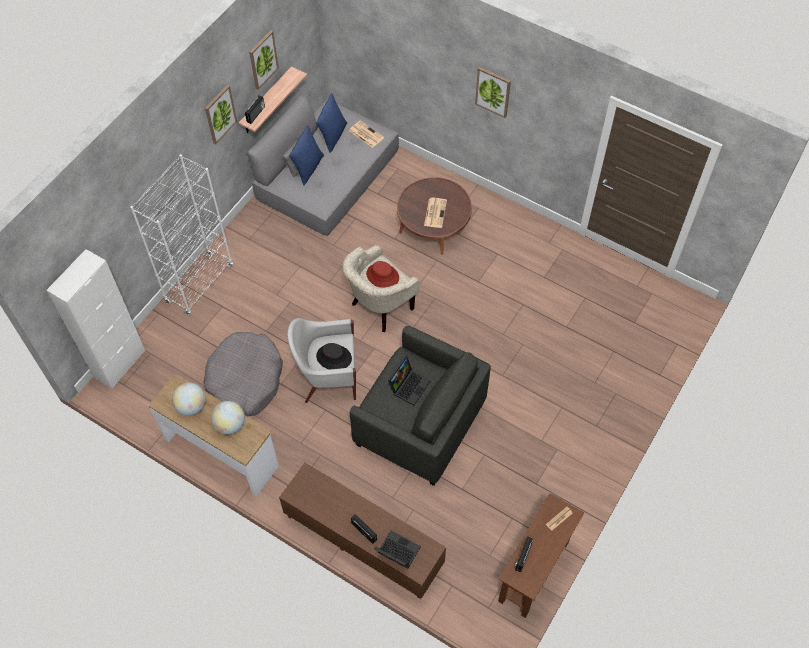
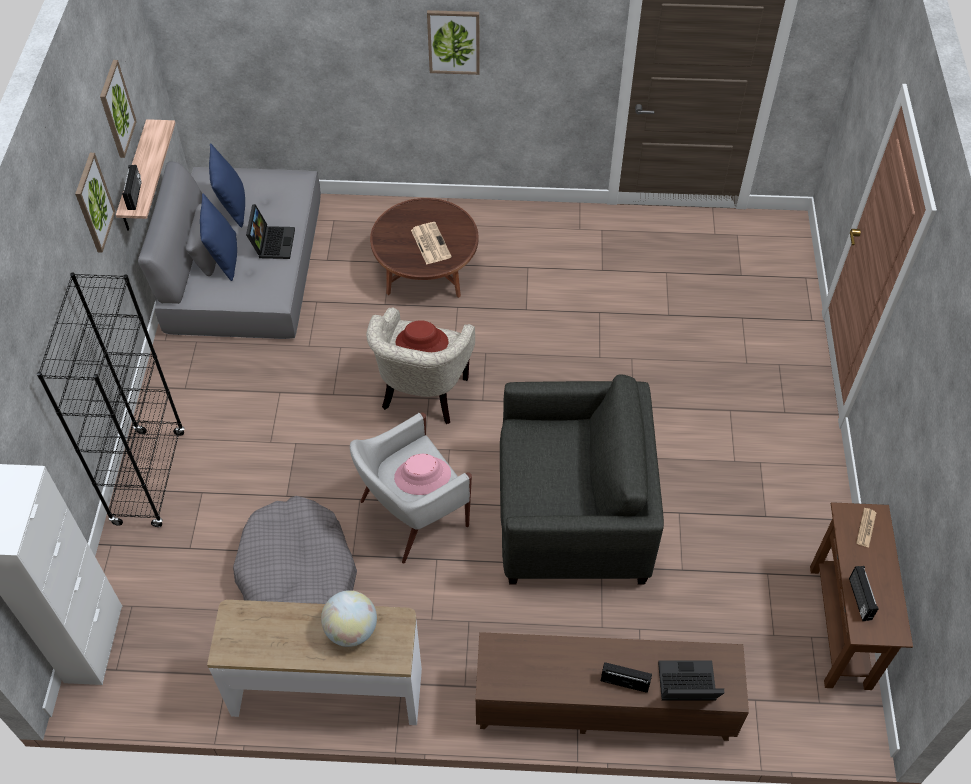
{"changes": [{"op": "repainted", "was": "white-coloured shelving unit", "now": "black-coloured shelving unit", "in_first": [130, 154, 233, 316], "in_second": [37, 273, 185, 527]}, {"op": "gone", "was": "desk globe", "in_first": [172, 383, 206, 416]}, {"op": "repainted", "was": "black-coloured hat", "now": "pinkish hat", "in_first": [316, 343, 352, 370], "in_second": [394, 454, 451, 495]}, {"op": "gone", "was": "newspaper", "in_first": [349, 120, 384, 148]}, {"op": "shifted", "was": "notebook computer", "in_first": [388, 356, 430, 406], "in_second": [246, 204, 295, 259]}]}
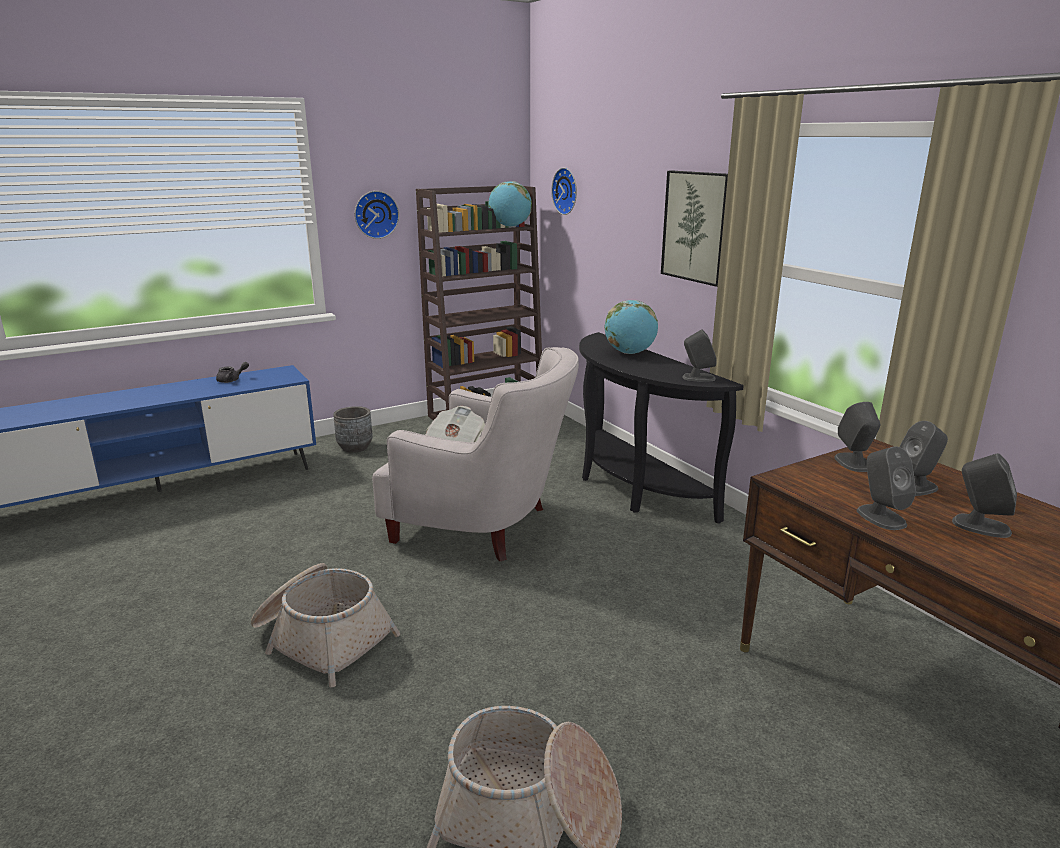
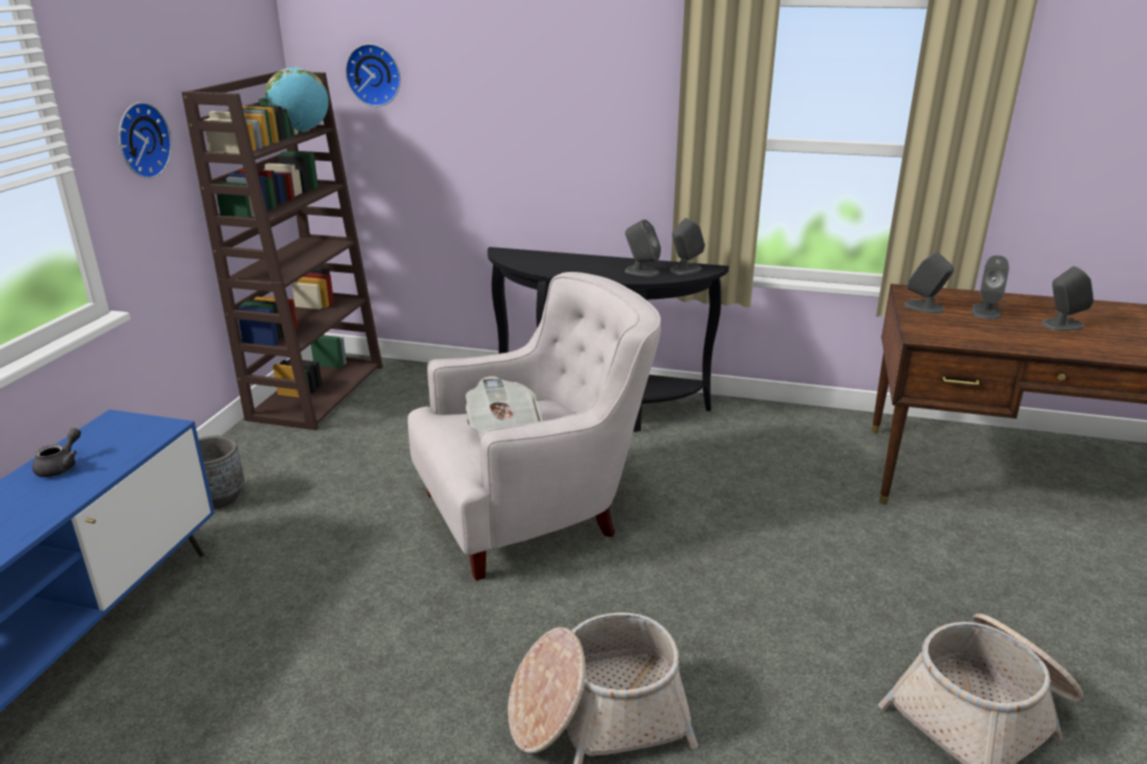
{"changes": [{"op": "gone", "was": "desk globe", "in_first": [605, 300, 658, 354]}, {"op": "gone", "was": "wall art", "in_first": [661, 171, 728, 287]}, {"op": "shifted", "was": "gray audio speaker", "in_first": [857, 446, 916, 530], "in_second": [625, 219, 661, 277]}]}
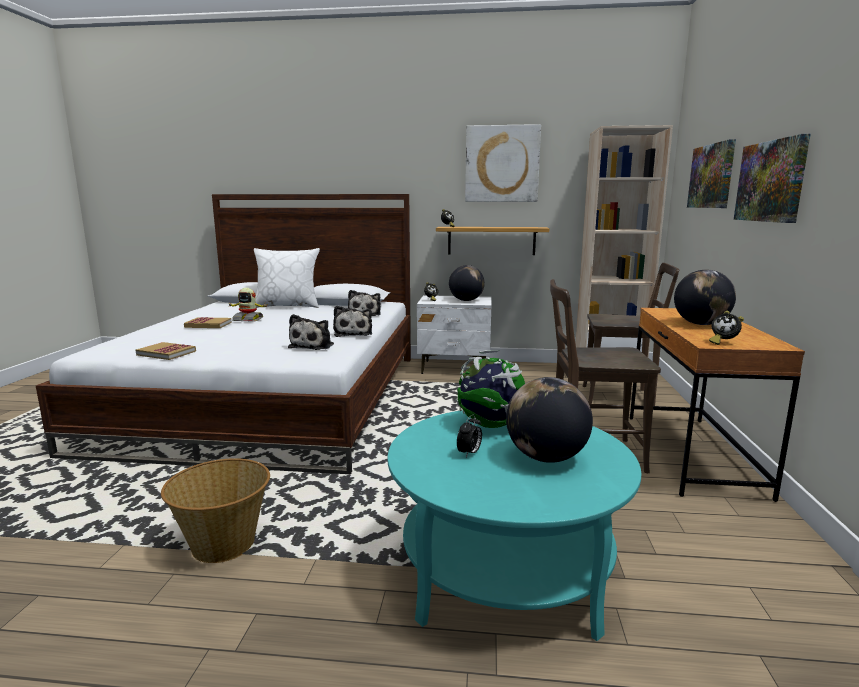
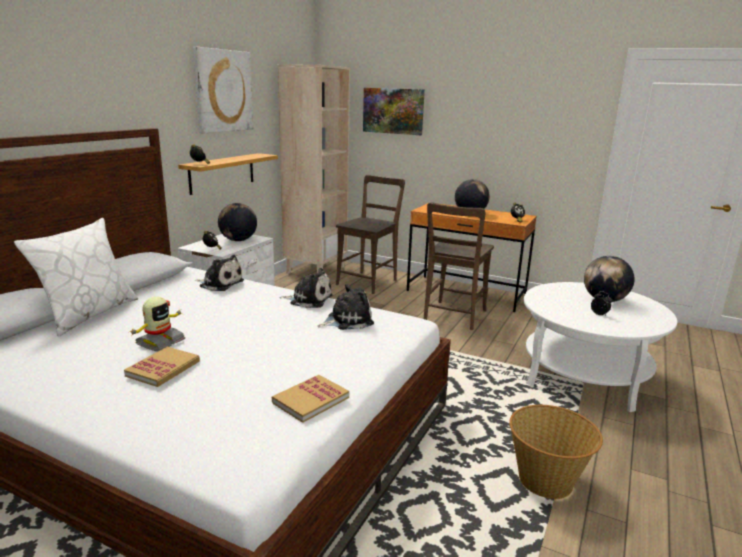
{"changes": [{"op": "rotated", "was": "soft toy", "in_first": [288, 314, 334, 350], "in_second": [317, 284, 374, 330], "clockwise": -60}, {"op": "repainted", "was": "blue-green coffee table", "now": "white-coloured coffee table", "in_first": [388, 410, 641, 641], "in_second": [524, 282, 677, 412]}, {"op": "gone", "was": "desk globe", "in_first": [456, 350, 525, 428]}, {"op": "gone", "was": "wall art", "in_first": [734, 134, 811, 223]}]}
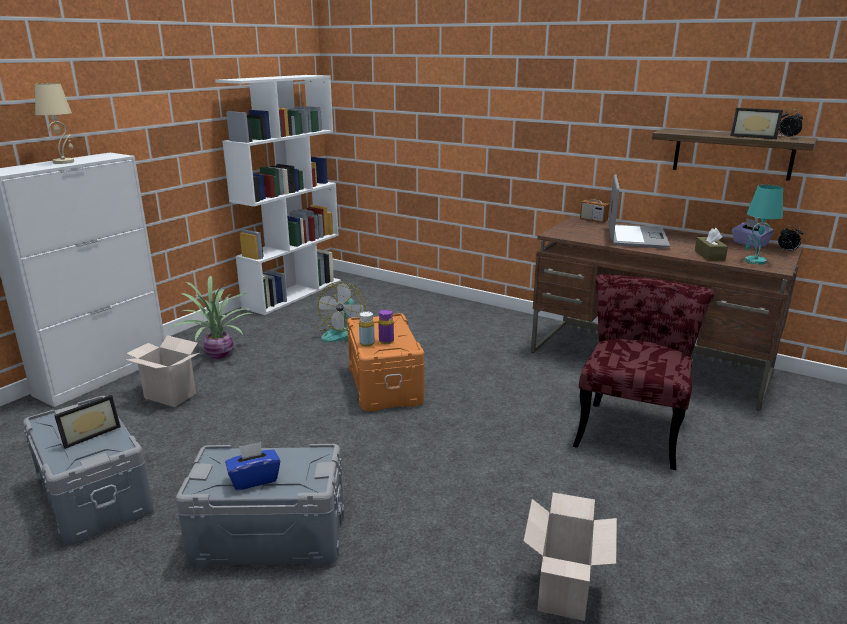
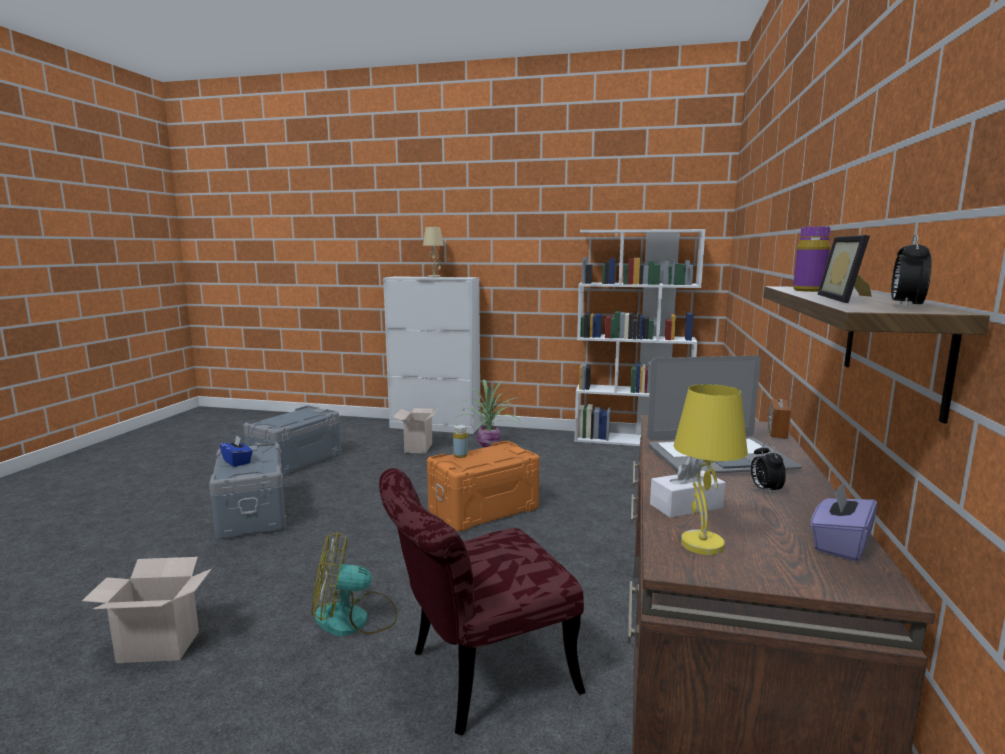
{"changes": [{"op": "gone", "was": "picture frame", "in_first": [54, 395, 121, 449]}, {"op": "shifted", "was": "fan", "in_first": [318, 282, 366, 342], "in_second": [312, 532, 398, 636]}, {"op": "shifted", "was": "purple-coloured drink bottle", "in_first": [378, 310, 394, 344], "in_second": [793, 227, 830, 292]}, {"op": "rotated", "was": "red plain chair", "in_first": [573, 274, 715, 470], "in_second": [379, 468, 586, 736], "clockwise": 150}, {"op": "repainted", "was": "brownish tissue holder", "now": "white-coloured tissue holder", "in_first": [695, 228, 728, 261], "in_second": [650, 457, 725, 518]}, {"op": "repainted", "was": "blue-green table lamp", "now": "yellowish table lamp", "in_first": [745, 185, 783, 264], "in_second": [674, 384, 748, 555]}, {"op": "shifted", "was": "bedside clock", "in_first": [778, 225, 803, 251], "in_second": [751, 442, 786, 494]}]}
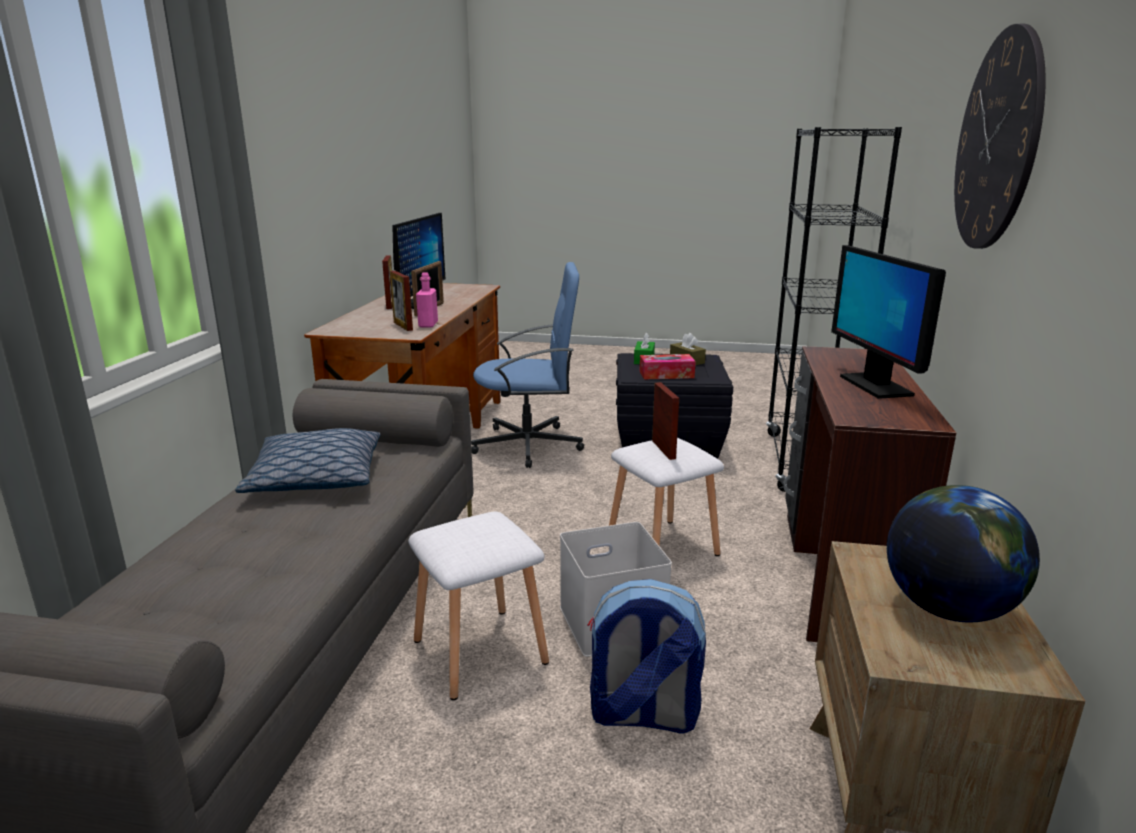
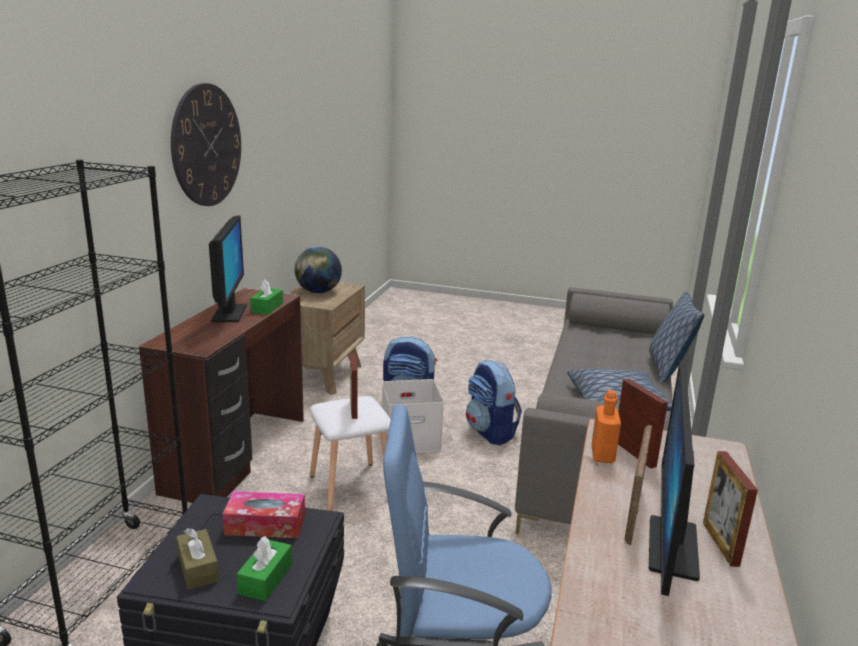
{"changes": [{"op": "swapped", "was": "white-coloured stool seat", "now": "knapsack", "in_first": [408, 512, 549, 700], "in_second": [466, 360, 522, 445]}, {"op": "repainted", "was": "pinkish drink bottle", "now": "orange-coloured drink bottle", "in_first": [416, 272, 438, 327], "in_second": [591, 390, 621, 463]}, {"op": "new", "now": "green-coloured tissue holder", "in_second": [250, 279, 283, 315]}, {"op": "new", "now": "throw pillow", "in_second": [649, 291, 704, 383]}]}
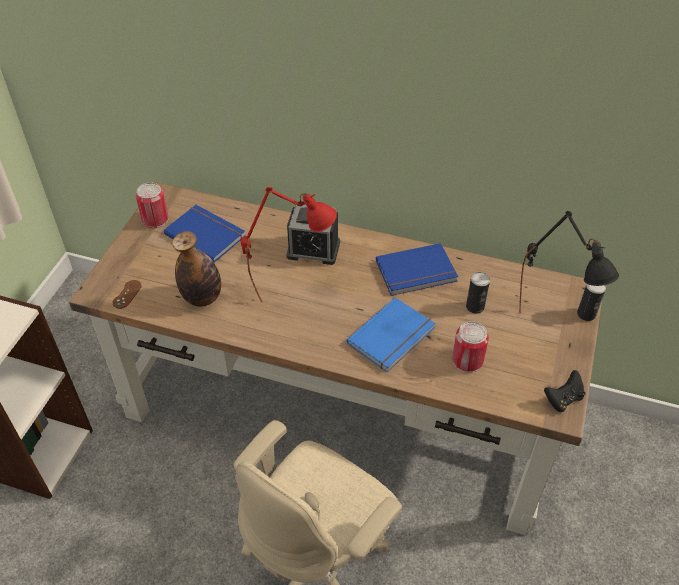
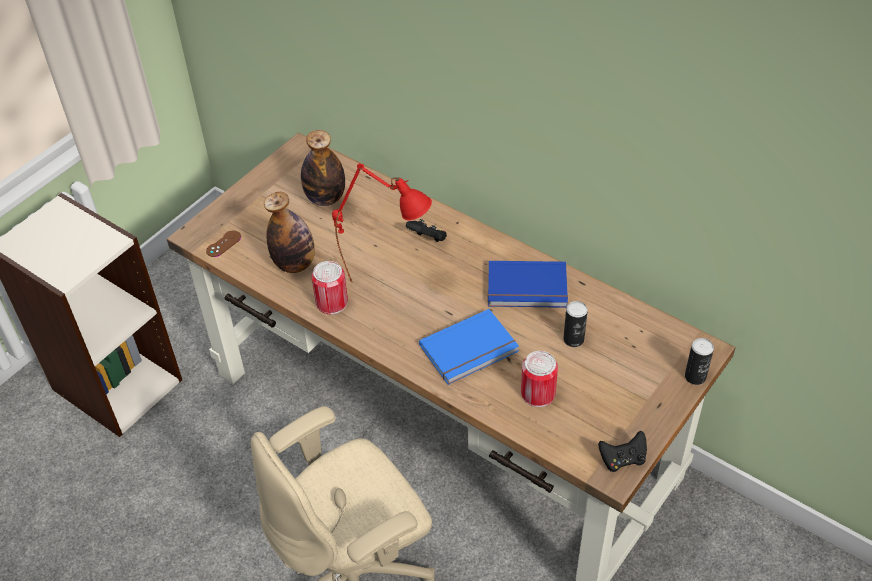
{"changes": [{"op": "shifted", "was": "sealed can", "in_first": [136, 182, 169, 228], "in_second": [312, 261, 348, 314]}, {"op": "swapped", "was": "blue book", "now": "drink bottle", "in_first": [164, 205, 246, 263], "in_second": [301, 130, 345, 206]}, {"op": "swapped", "was": "bedside clock", "now": "black-coloured joypad", "in_first": [286, 205, 340, 265], "in_second": [406, 219, 447, 242]}, {"op": "gone", "was": "black-coloured table lamp", "in_first": [519, 211, 619, 313]}]}
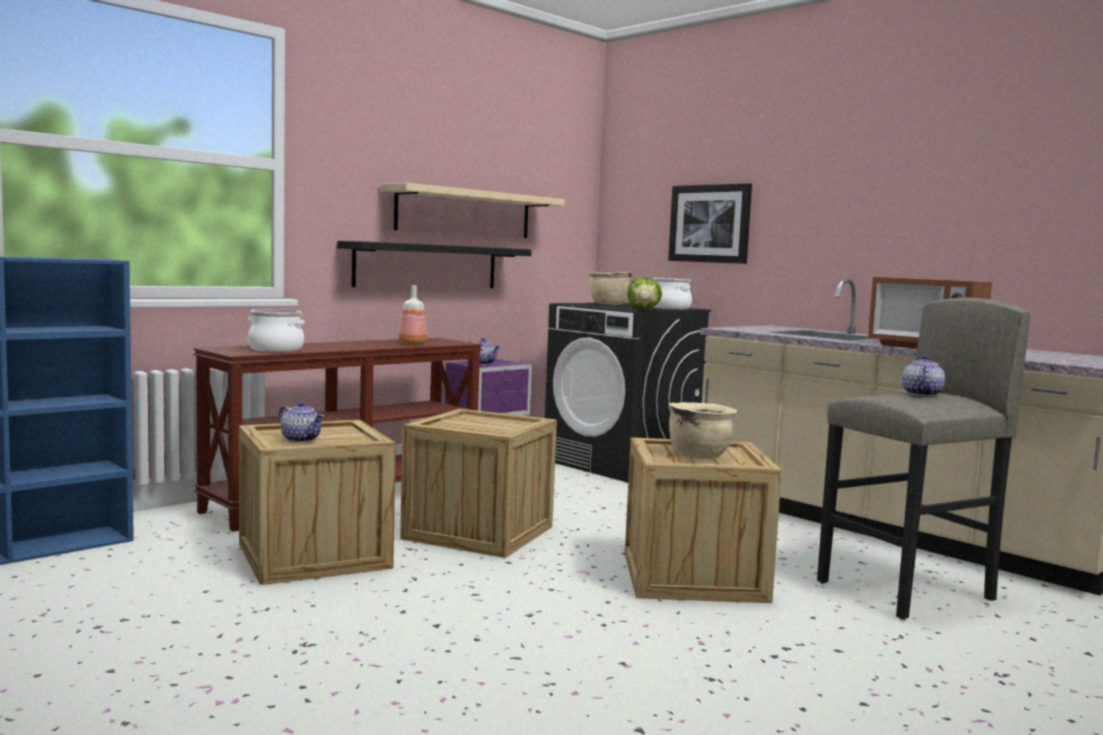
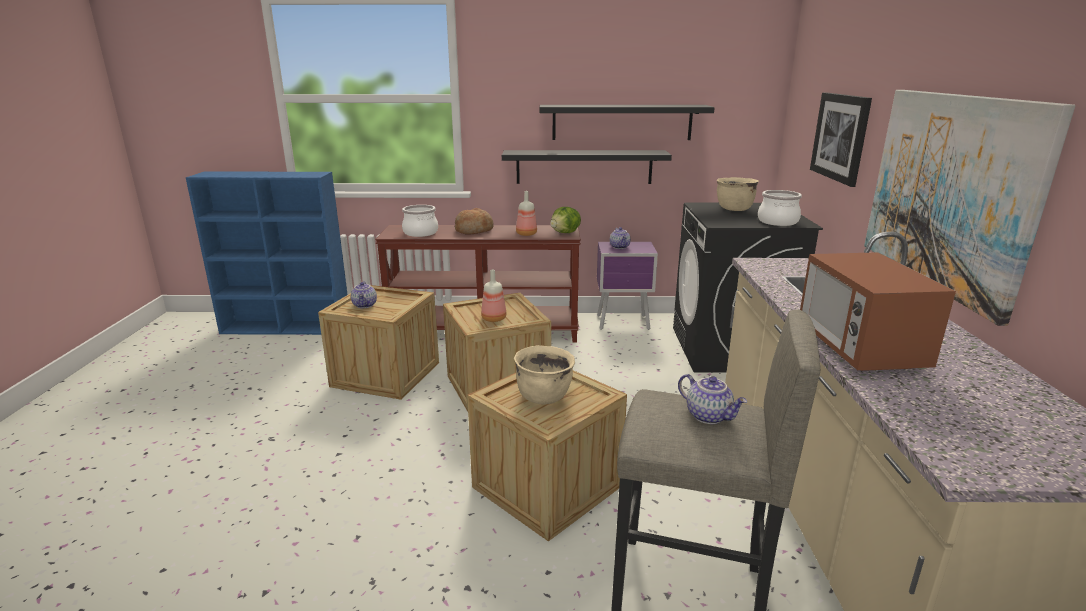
{"changes": [{"op": "repainted", "was": "beige bracket shelf", "now": "black-coloured bracket shelf", "in_first": [381, 183, 565, 238], "in_second": [539, 105, 715, 140]}, {"op": "shifted", "was": "head of lettuce", "in_first": [627, 277, 662, 310], "in_second": [550, 207, 581, 233]}, {"op": "rotated", "was": "pot for tea", "in_first": [902, 355, 945, 396], "in_second": [678, 374, 747, 424], "clockwise": 75}, {"op": "new", "now": "bakery bread", "in_second": [455, 208, 494, 235]}, {"op": "new", "now": "drink bottle", "in_second": [481, 270, 506, 322]}, {"op": "new", "now": "wall art", "in_second": [864, 90, 1075, 326]}]}
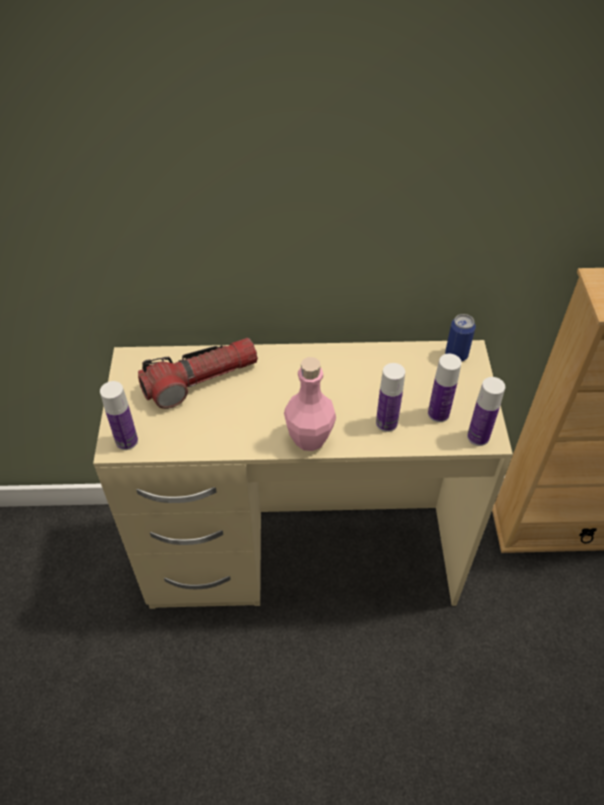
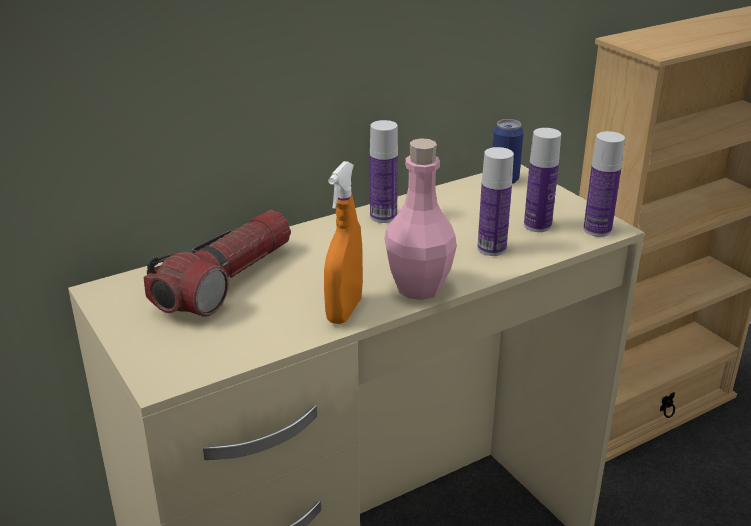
{"changes": [{"op": "shifted", "was": "drink bottle", "in_first": [100, 381, 138, 450], "in_second": [370, 120, 398, 223]}, {"op": "new", "now": "orange-coloured spray bottle", "in_second": [324, 161, 363, 324]}]}
